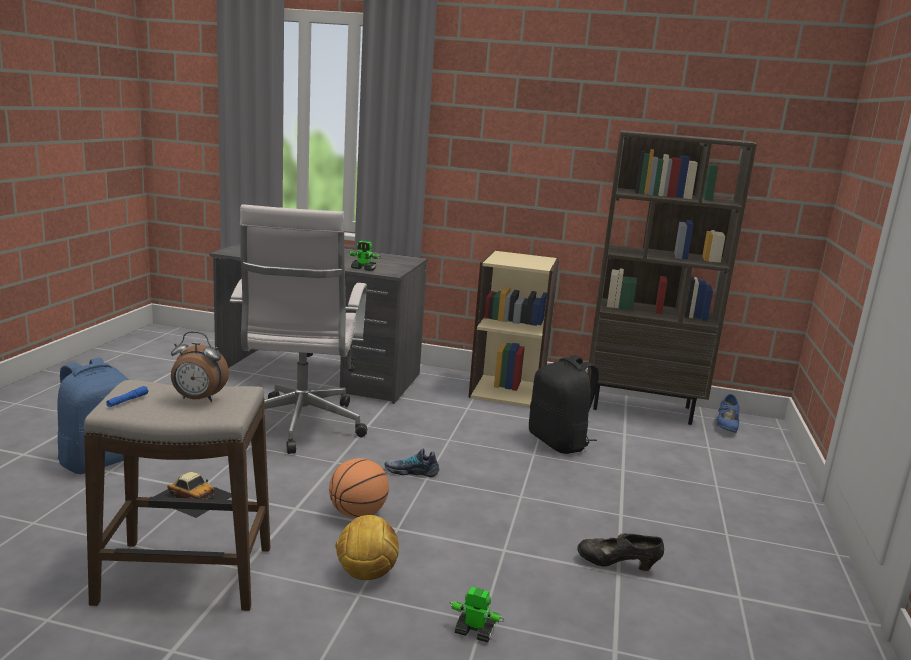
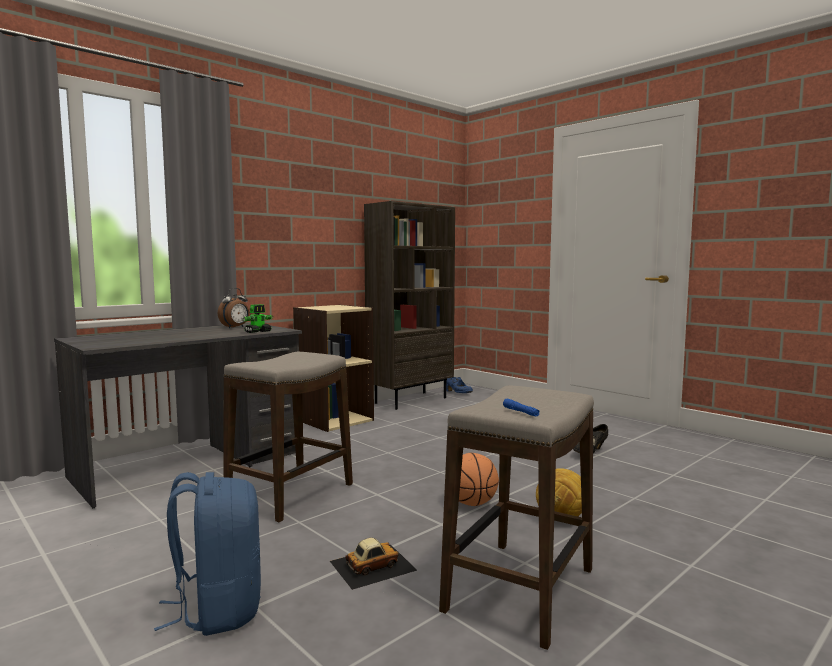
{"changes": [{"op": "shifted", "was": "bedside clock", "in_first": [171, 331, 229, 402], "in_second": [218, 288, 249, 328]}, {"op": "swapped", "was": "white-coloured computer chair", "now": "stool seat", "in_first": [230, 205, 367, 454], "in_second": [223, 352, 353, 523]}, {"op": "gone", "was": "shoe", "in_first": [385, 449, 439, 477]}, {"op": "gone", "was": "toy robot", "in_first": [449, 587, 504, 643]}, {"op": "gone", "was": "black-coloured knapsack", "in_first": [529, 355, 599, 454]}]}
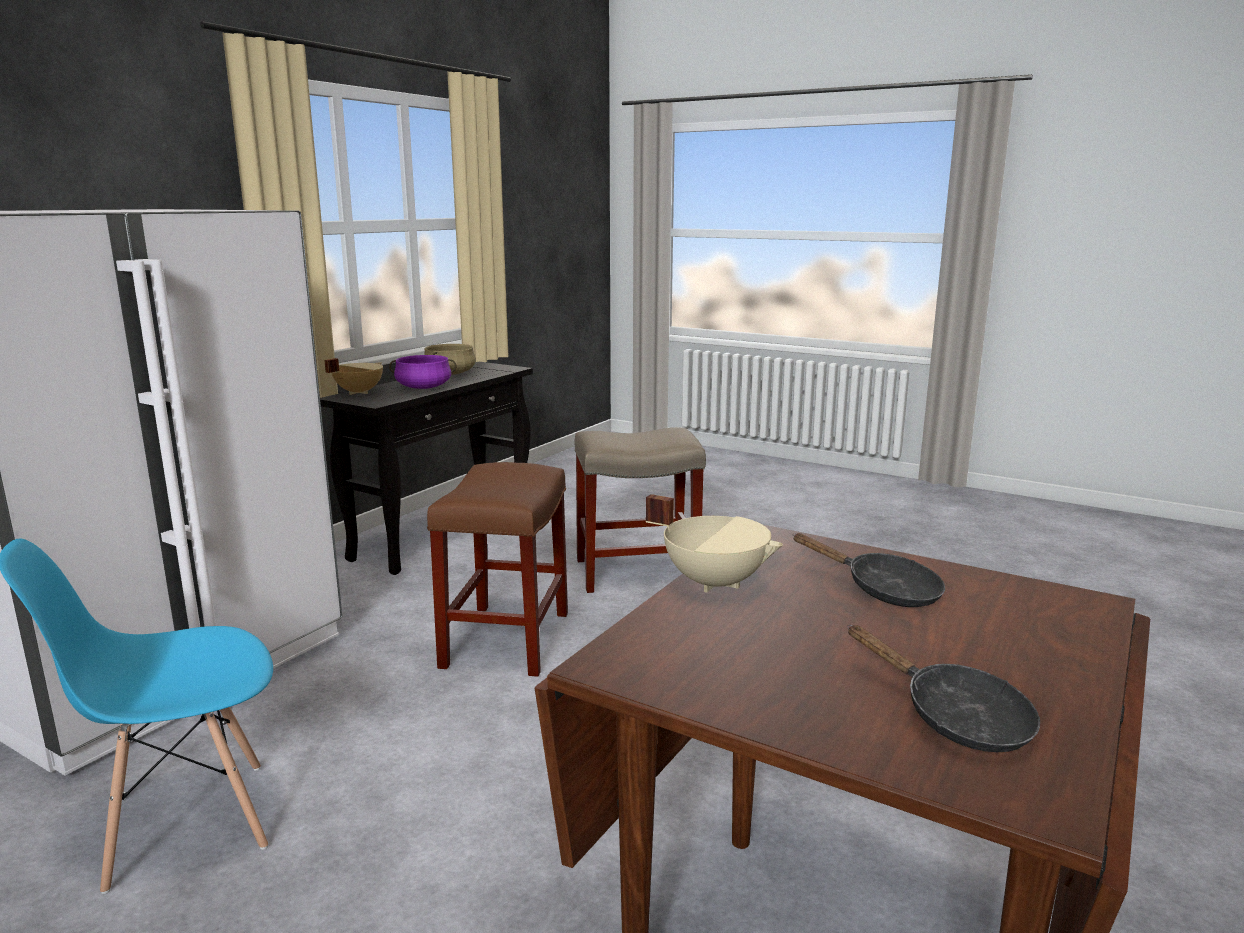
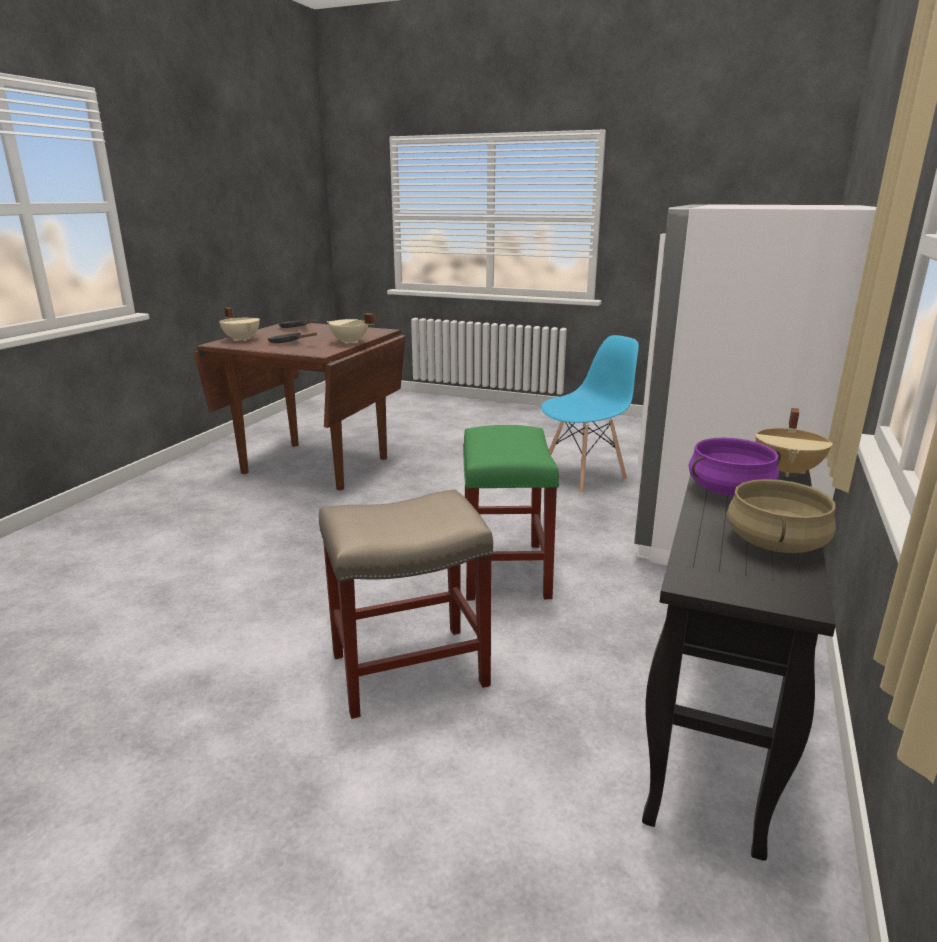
{"changes": [{"op": "repainted", "was": "brownish stool seat", "now": "green-coloured stool seat", "in_first": [427, 462, 568, 677], "in_second": [463, 425, 559, 600]}, {"op": "new", "now": "beige cooking pot", "in_second": [220, 307, 260, 341]}]}
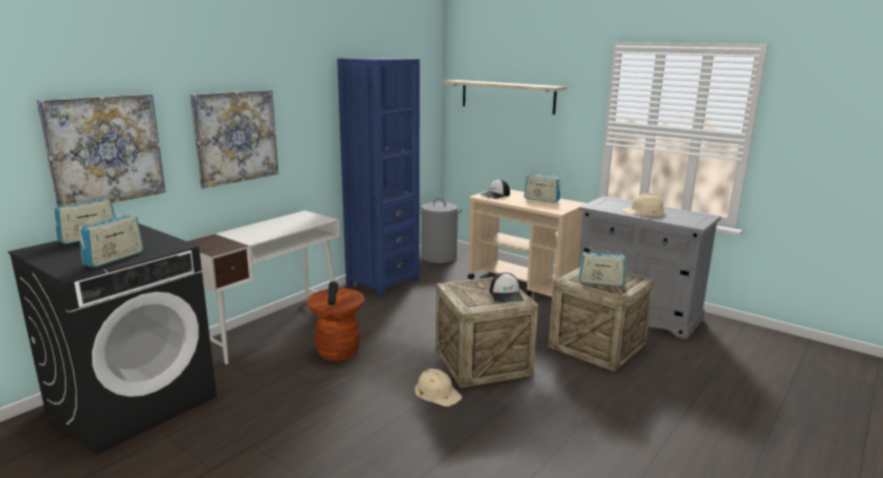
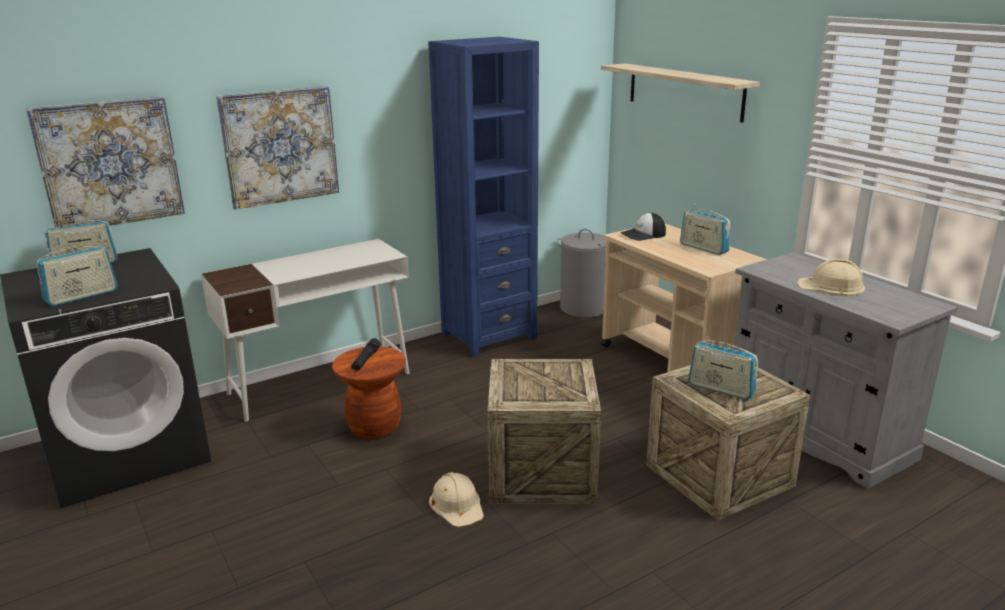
{"changes": [{"op": "gone", "was": "cap", "in_first": [490, 273, 523, 302]}]}
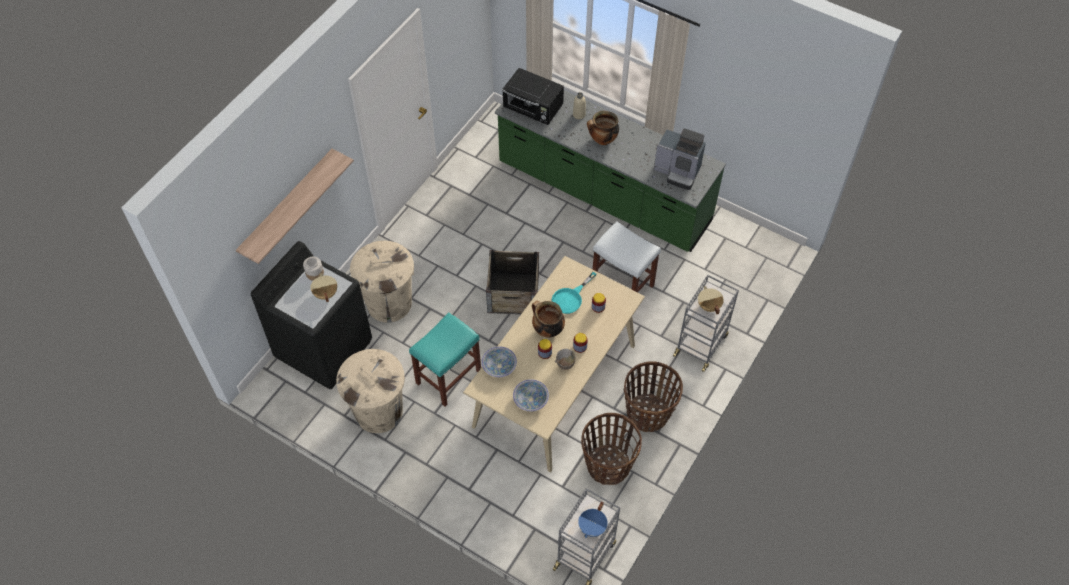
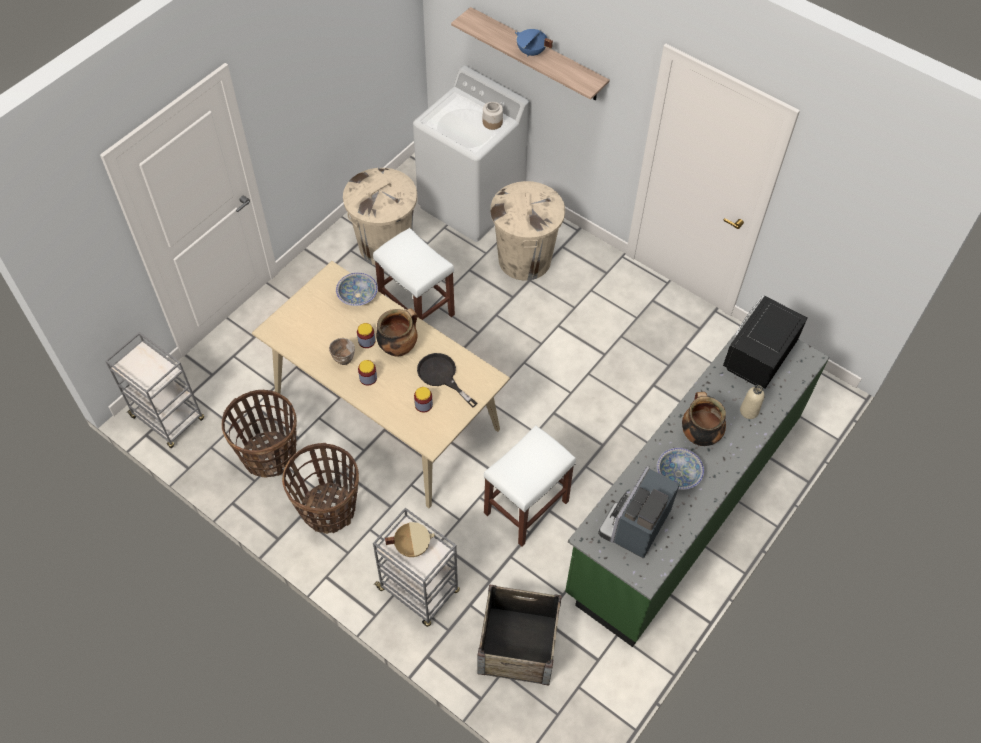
{"changes": [{"op": "repainted", "was": "black-coloured laundry machine", "now": "white-coloured laundry machine", "in_first": [251, 241, 372, 389], "in_second": [413, 65, 529, 242]}, {"op": "gone", "was": "beige cooking pot", "in_first": [310, 273, 337, 302]}, {"op": "repainted", "was": "blue-green stool seat", "now": "white-coloured stool seat", "in_first": [409, 312, 481, 407], "in_second": [373, 228, 455, 320]}, {"op": "shifted", "was": "crate", "in_first": [486, 250, 539, 314], "in_second": [477, 584, 562, 686]}, {"op": "shifted", "was": "deep dish", "in_first": [513, 379, 549, 411], "in_second": [657, 448, 704, 490]}, {"op": "repainted", "was": "blue-green skillet", "now": "black-coloured skillet", "in_first": [552, 272, 597, 314], "in_second": [417, 353, 478, 408]}, {"op": "shifted", "was": "blue cooking pot", "in_first": [578, 502, 608, 538], "in_second": [515, 29, 553, 56]}]}
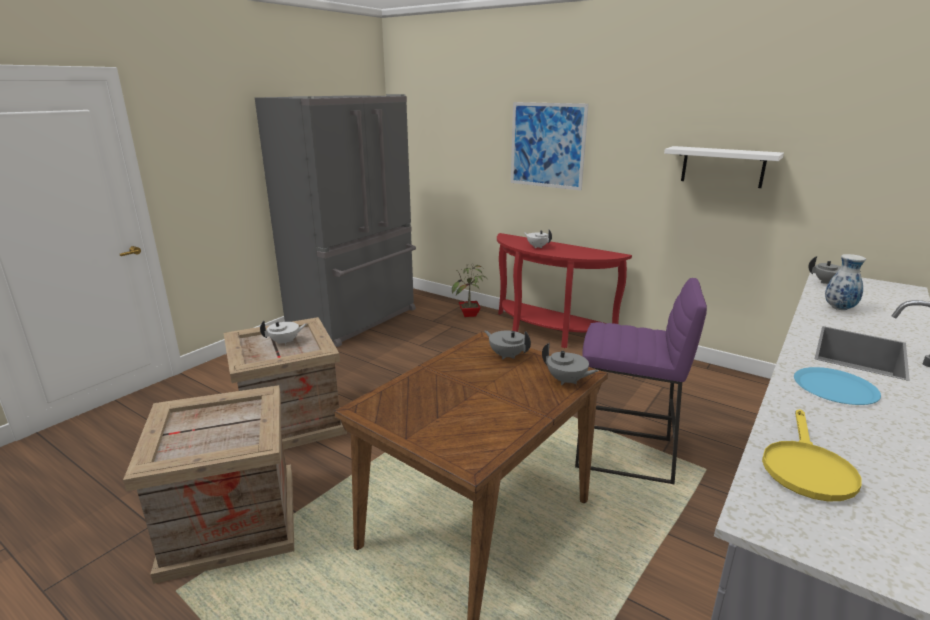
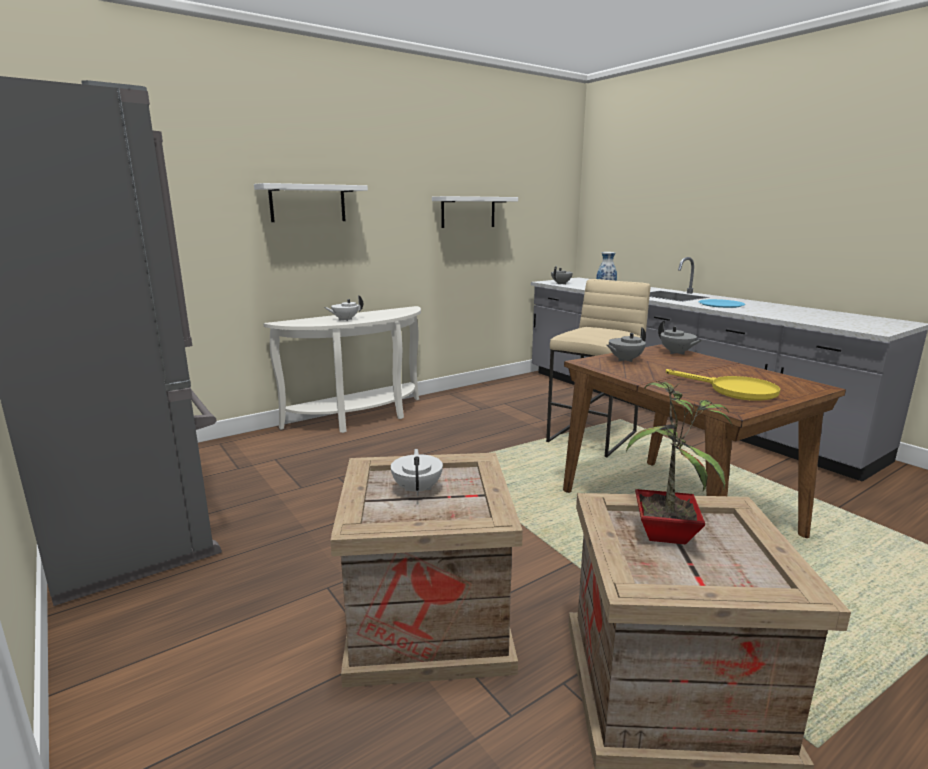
{"changes": [{"op": "shifted", "was": "plant in a pot", "in_first": [452, 265, 488, 317], "in_second": [626, 381, 733, 544]}, {"op": "repainted", "was": "red narrow table", "now": "white-coloured narrow table", "in_first": [497, 233, 632, 348], "in_second": [263, 306, 421, 433]}, {"op": "swapped", "was": "wall art", "now": "white-coloured bracket shelf", "in_first": [511, 102, 589, 191], "in_second": [254, 183, 368, 222]}, {"op": "rotated", "was": "gray pot for tea", "in_first": [542, 343, 599, 385], "in_second": [658, 320, 702, 355], "clockwise": 90}, {"op": "repainted", "was": "purple-coloured stool seat", "now": "beige stool seat", "in_first": [575, 278, 707, 484], "in_second": [546, 279, 650, 457]}, {"op": "shifted", "was": "yellowish skillet", "in_first": [762, 409, 862, 502], "in_second": [666, 369, 780, 401]}]}
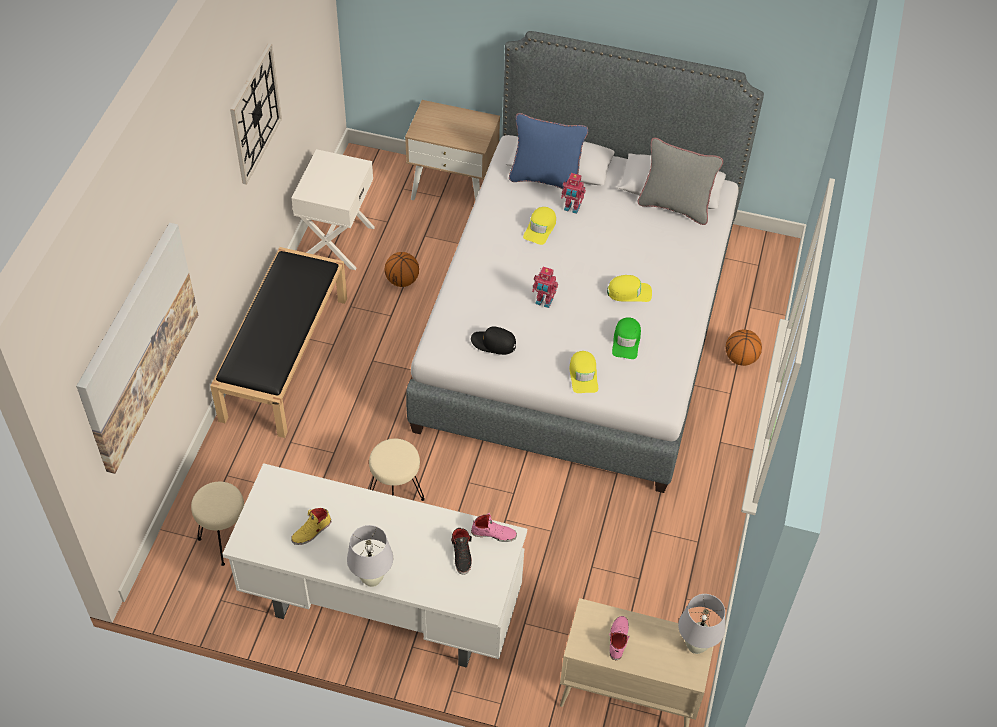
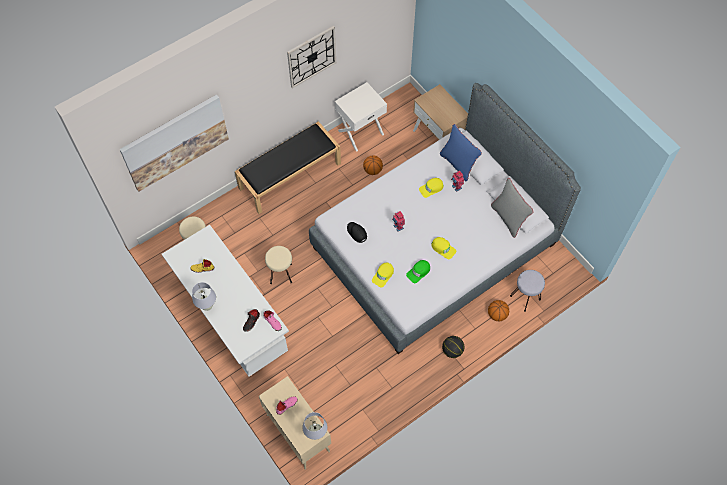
{"changes": [{"op": "new", "now": "ball for basketball", "in_second": [442, 336, 465, 358]}, {"op": "new", "now": "gray stool seat", "in_second": [510, 270, 545, 312]}]}
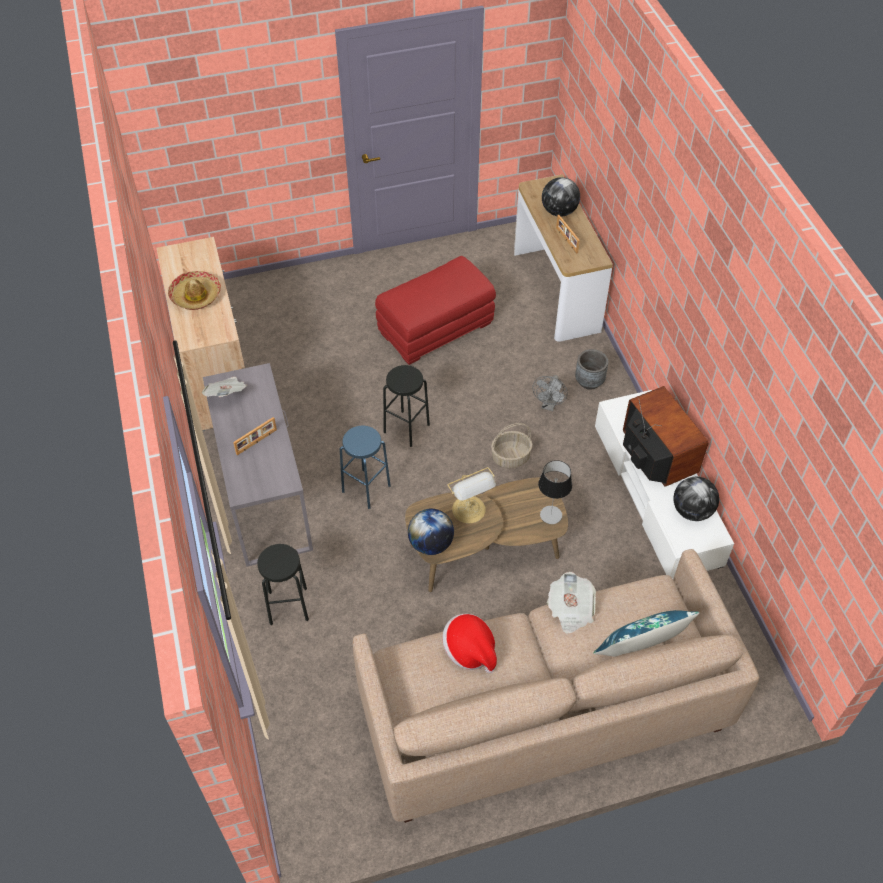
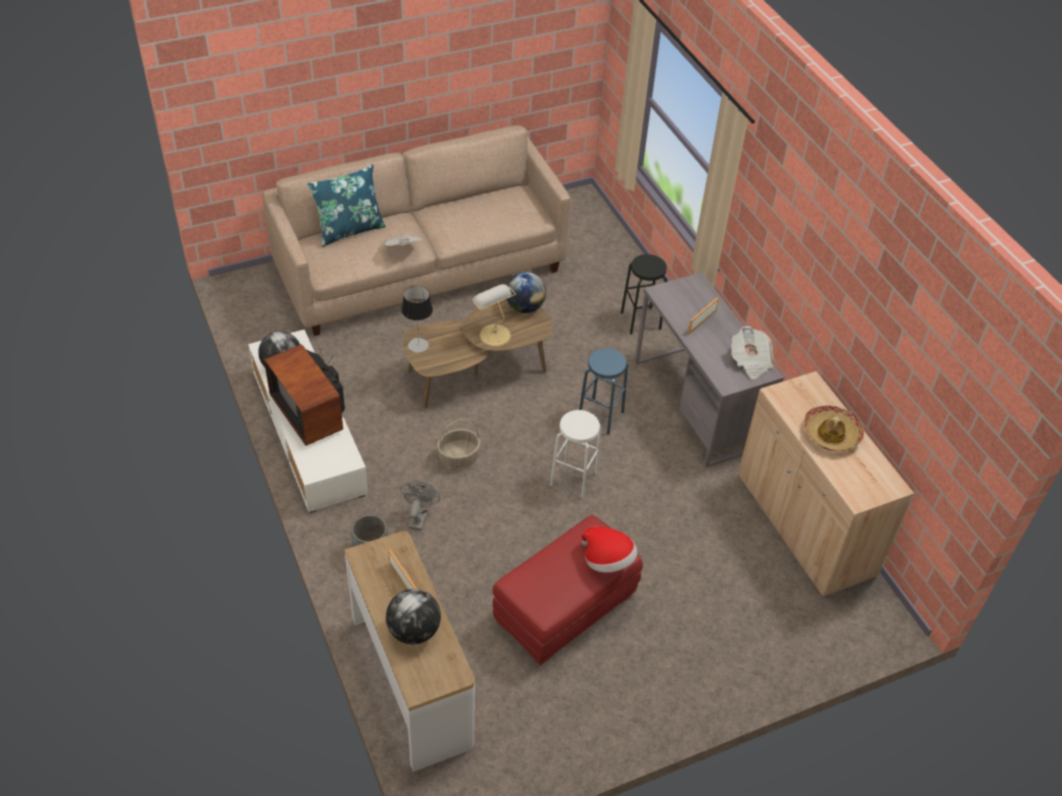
{"changes": [{"op": "repainted", "was": "black-coloured stool seat", "now": "white-coloured stool seat", "in_first": [383, 365, 430, 447], "in_second": [550, 410, 601, 499]}, {"op": "shifted", "was": "hat", "in_first": [442, 614, 497, 674], "in_second": [582, 526, 637, 573]}]}
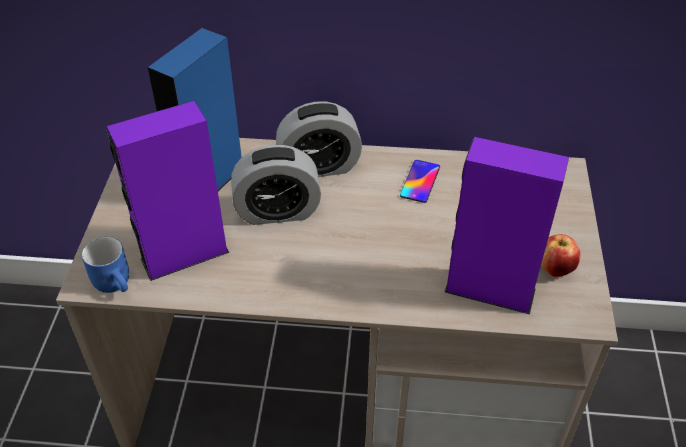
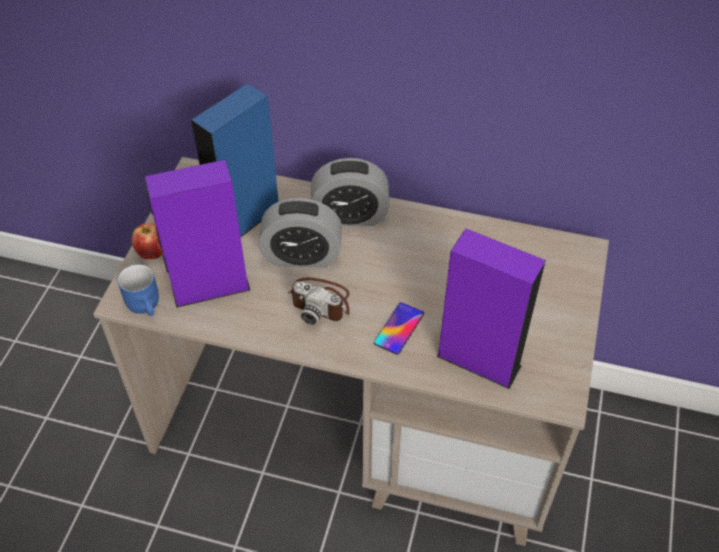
{"changes": [{"op": "shifted", "was": "telephone", "in_first": [400, 160, 440, 203], "in_second": [374, 302, 424, 355]}, {"op": "shifted", "was": "apple fruit", "in_first": [541, 234, 581, 277], "in_second": [132, 223, 163, 259]}, {"op": "new", "now": "still camera", "in_second": [288, 278, 349, 325]}]}
